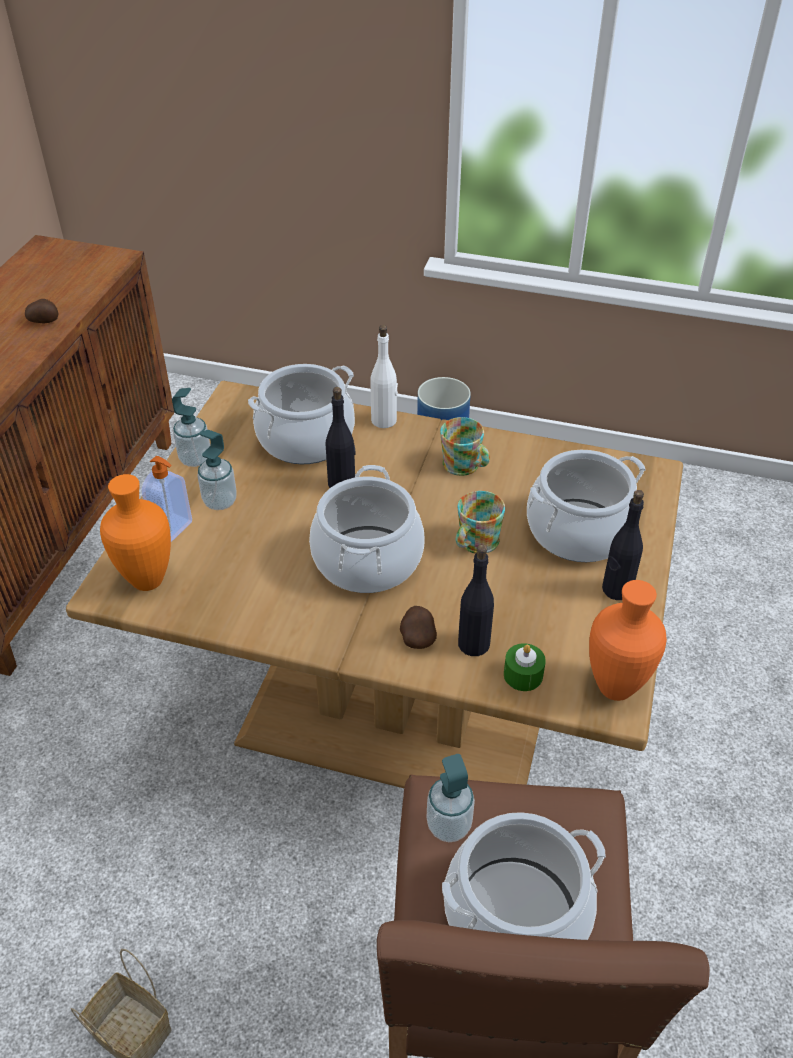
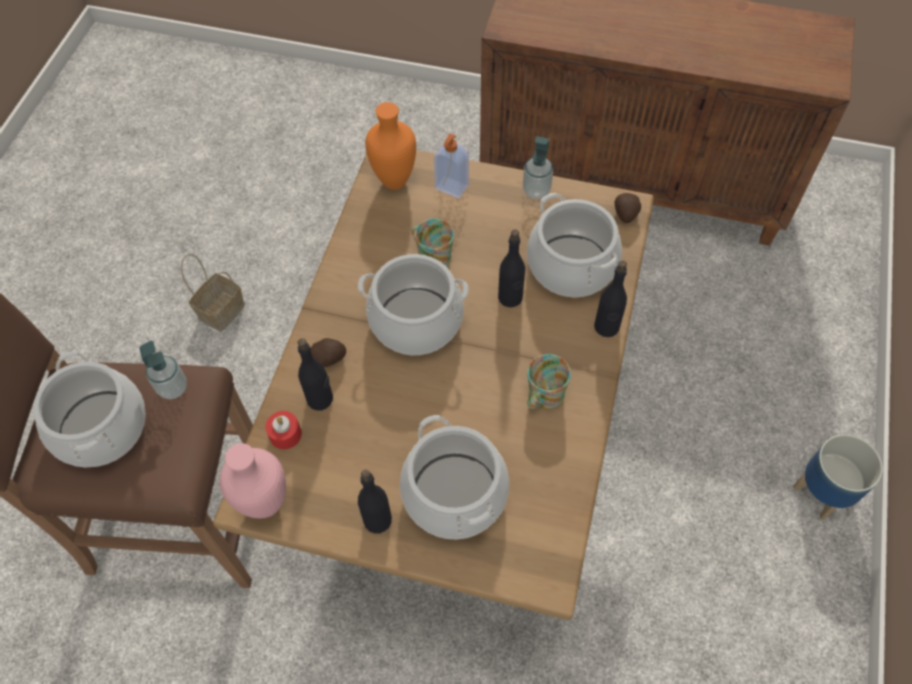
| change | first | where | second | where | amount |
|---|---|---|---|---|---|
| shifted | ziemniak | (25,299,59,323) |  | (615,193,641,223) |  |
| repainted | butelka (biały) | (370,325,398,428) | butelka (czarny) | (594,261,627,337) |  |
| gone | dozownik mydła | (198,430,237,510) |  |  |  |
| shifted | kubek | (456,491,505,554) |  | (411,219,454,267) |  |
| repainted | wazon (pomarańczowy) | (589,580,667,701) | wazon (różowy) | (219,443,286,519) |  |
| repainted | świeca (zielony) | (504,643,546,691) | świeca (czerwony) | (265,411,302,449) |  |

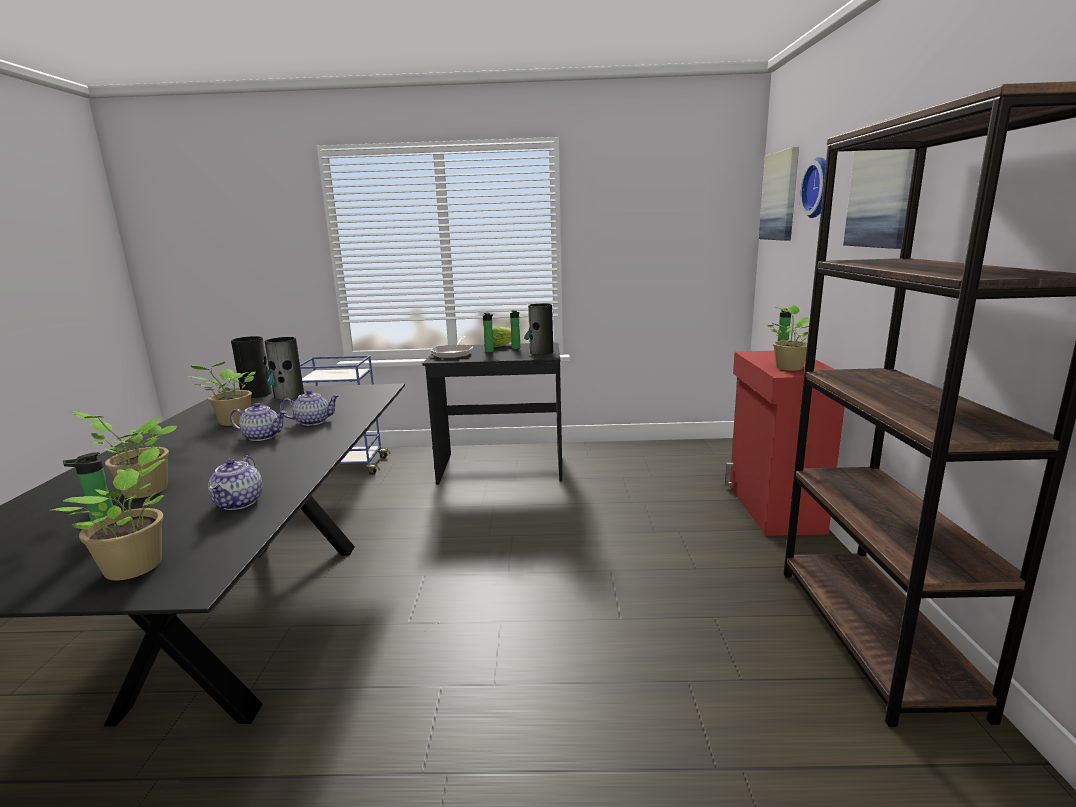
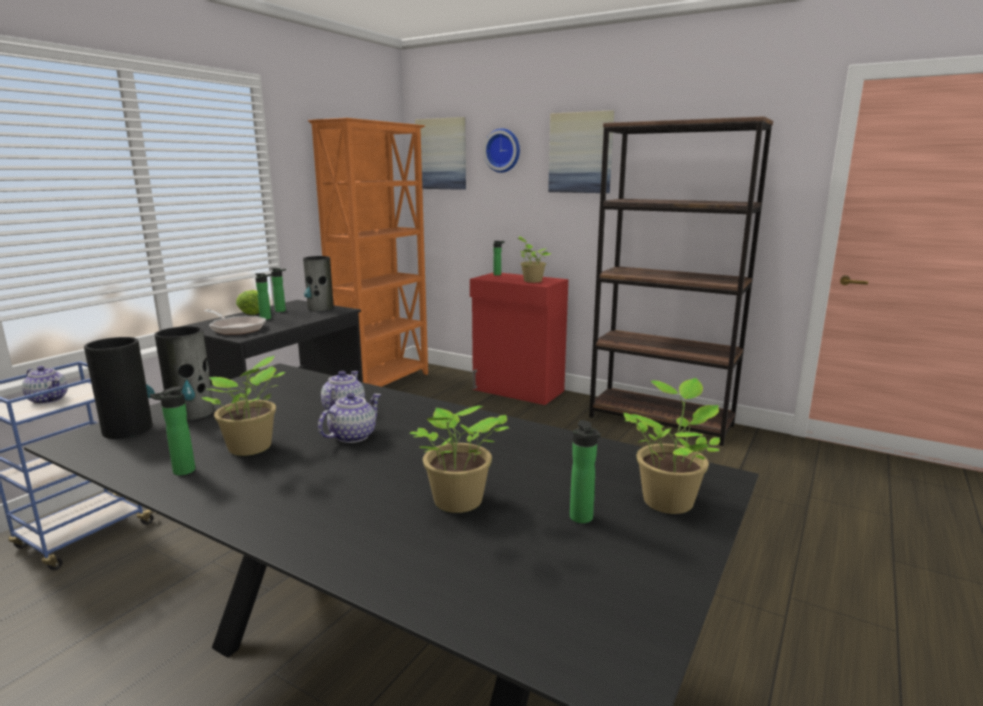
| change | first | where | second | where | amount |
|---|---|---|---|---|---|
| shifted | imbryk | (208,456,263,510) |  | (22,366,68,404) |  |
| new |  |  | regał (pomarańczowy) | (308,118,428,387) |  |
| new |  |  | butelka | (149,386,195,475) |  |

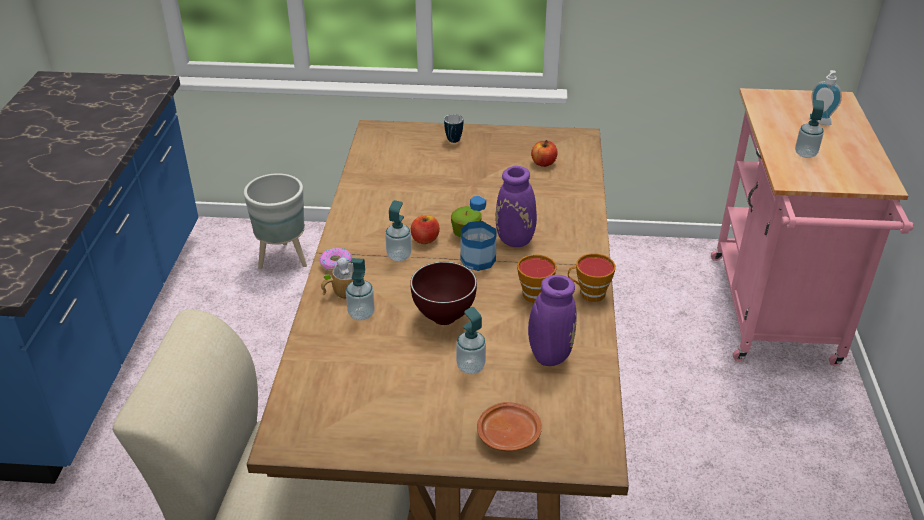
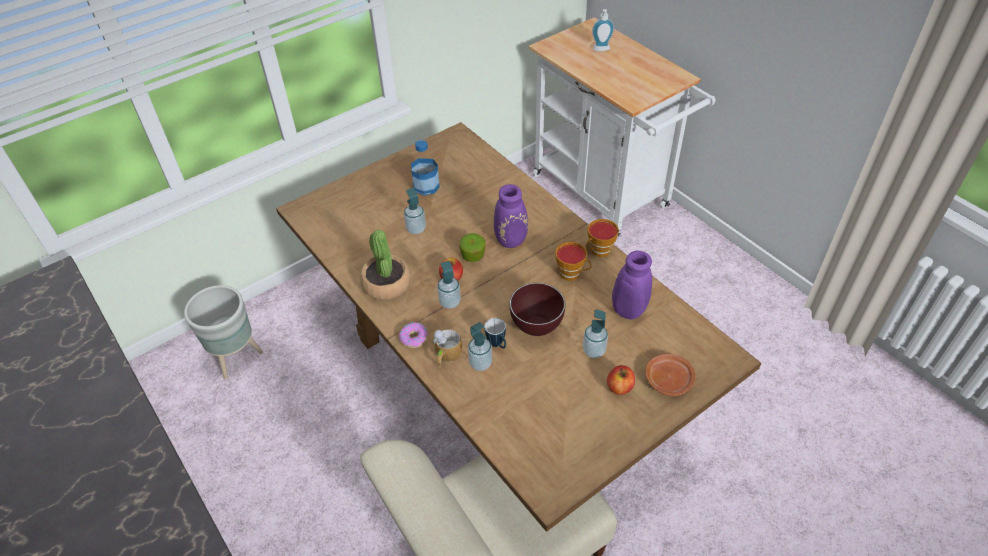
| change | first | where | second | where | amount |
|---|---|---|---|---|---|
| repainted | wózek (różowy) | (711,88,914,366) | wózek (biały) | (529,17,715,236) |  |
| shifted | dozownik mydła | (795,100,824,158) |  | (404,188,426,234) |  |
| shifted | kubek | (444,114,463,143) |  | (484,318,506,349) |  |
| shifted | jabłko | (531,140,558,167) |  | (607,365,635,395) |  |
| shifted | butelka | (460,196,496,271) |  | (411,140,440,196) |  |
| new |  |  | roślina doniczkowa | (360,230,411,300) |  |

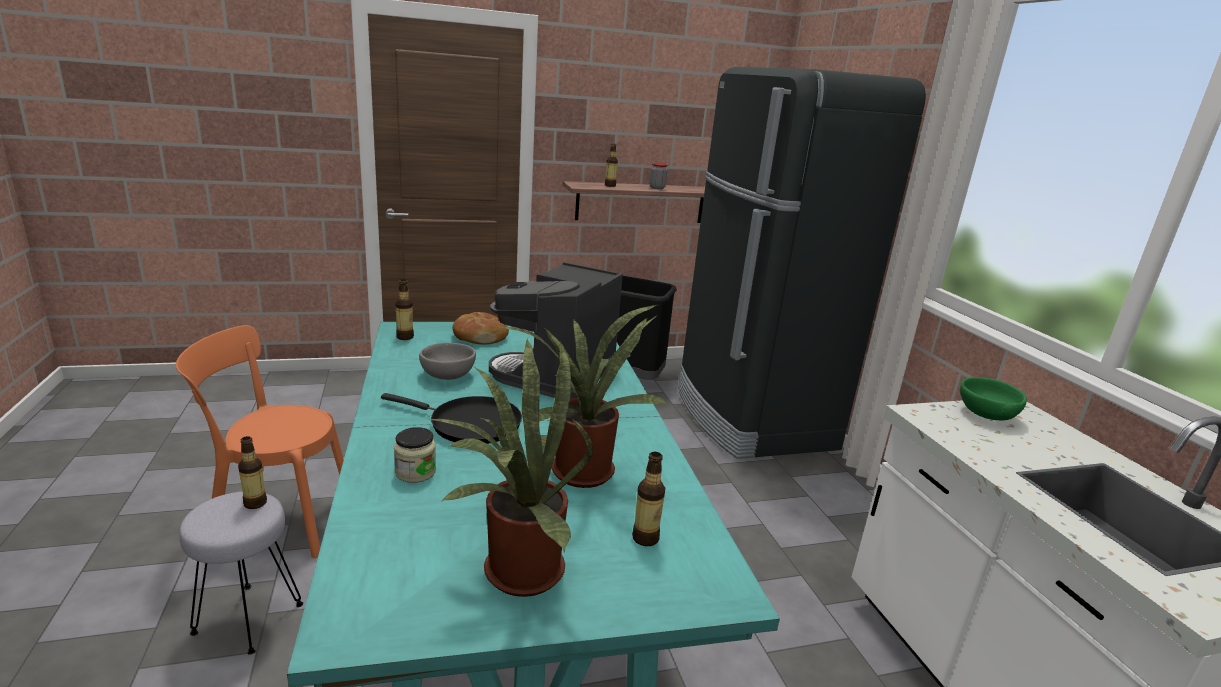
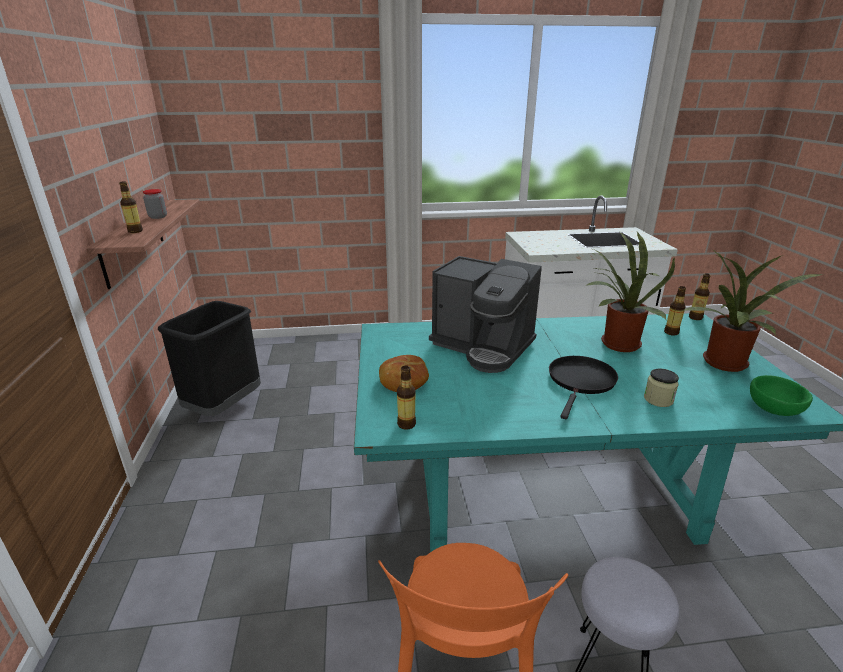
| change | first | where | second | where | amount |
|---|---|---|---|---|---|
| gone | lodówka (czarny) | (678,67,926,459) |  |  |  |
| gone | miska (szary) | (419,343,476,380) |  |  |  |
| shifted | miska (zielony) | (960,377,1027,420) |  | (750,375,813,416) |  |
| shifted | butelka | (238,436,267,509) |  | (689,273,711,320) |  |

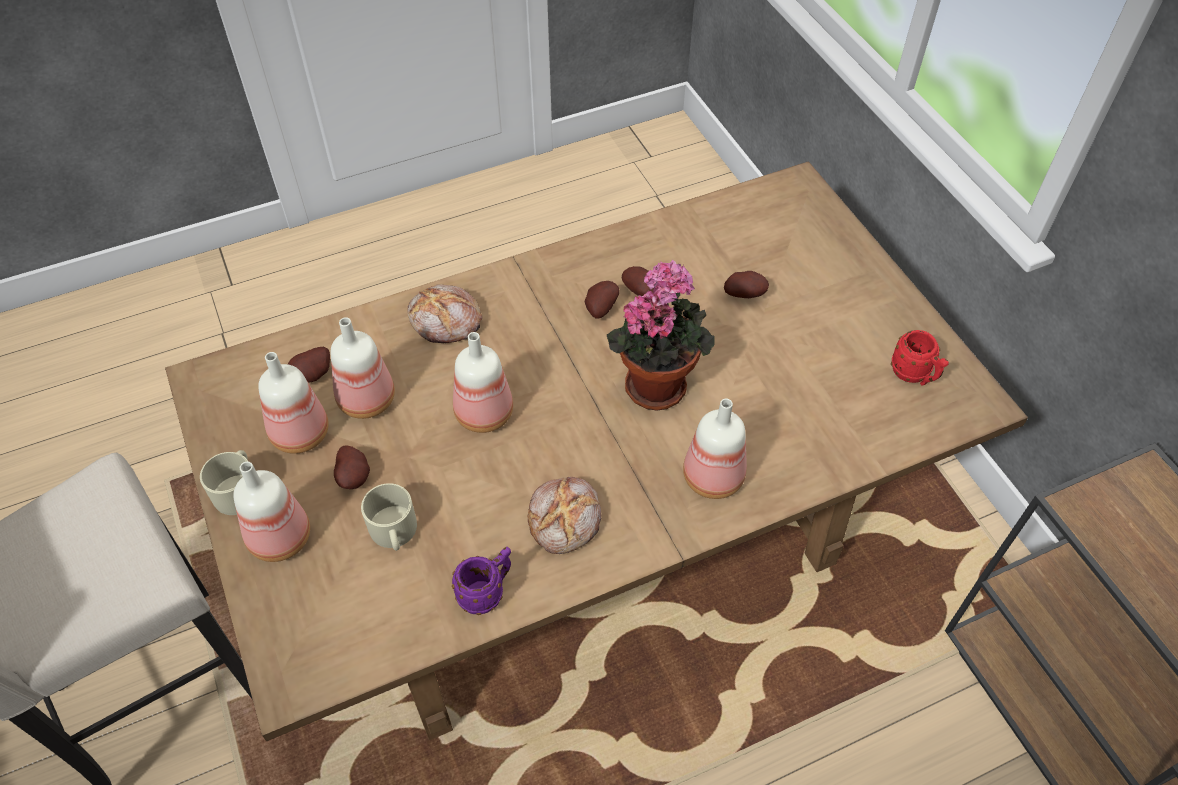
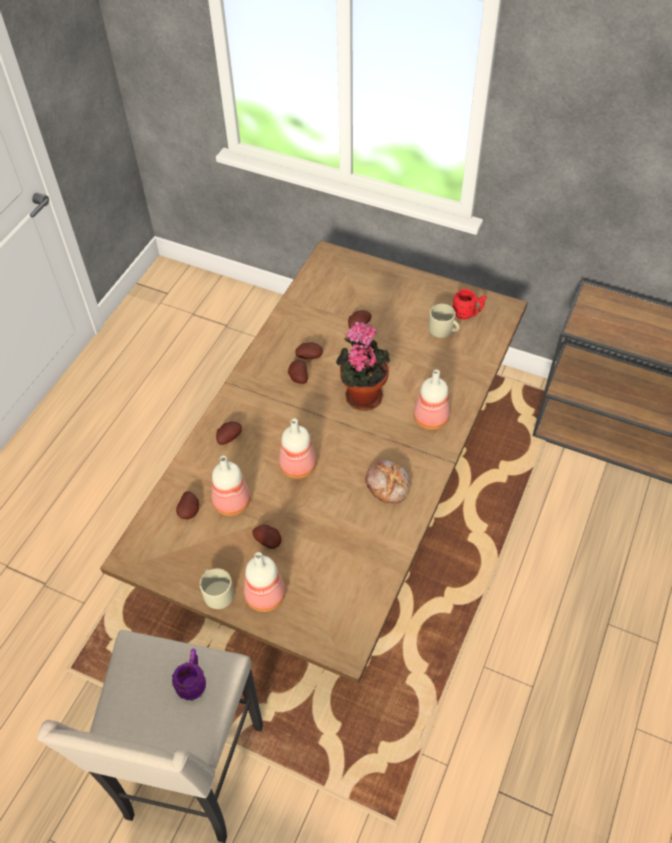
| change | first | where | second | where | amount |
|---|---|---|---|---|---|
| swapped | chleb | (407,284,482,343) | ziemniak | (216,421,242,445) |  |
| gone | butelka | (258,352,329,454) |  |  |  |
| shifted | kubek (beżowy) | (361,483,417,551) |  | (429,304,460,338) |  |
| shifted | kubek (fioletowy) | (452,547,511,615) |  | (172,649,206,700) |  |

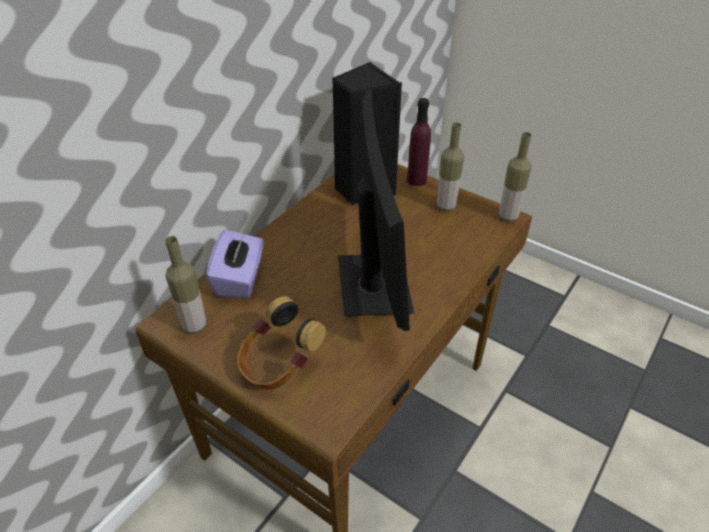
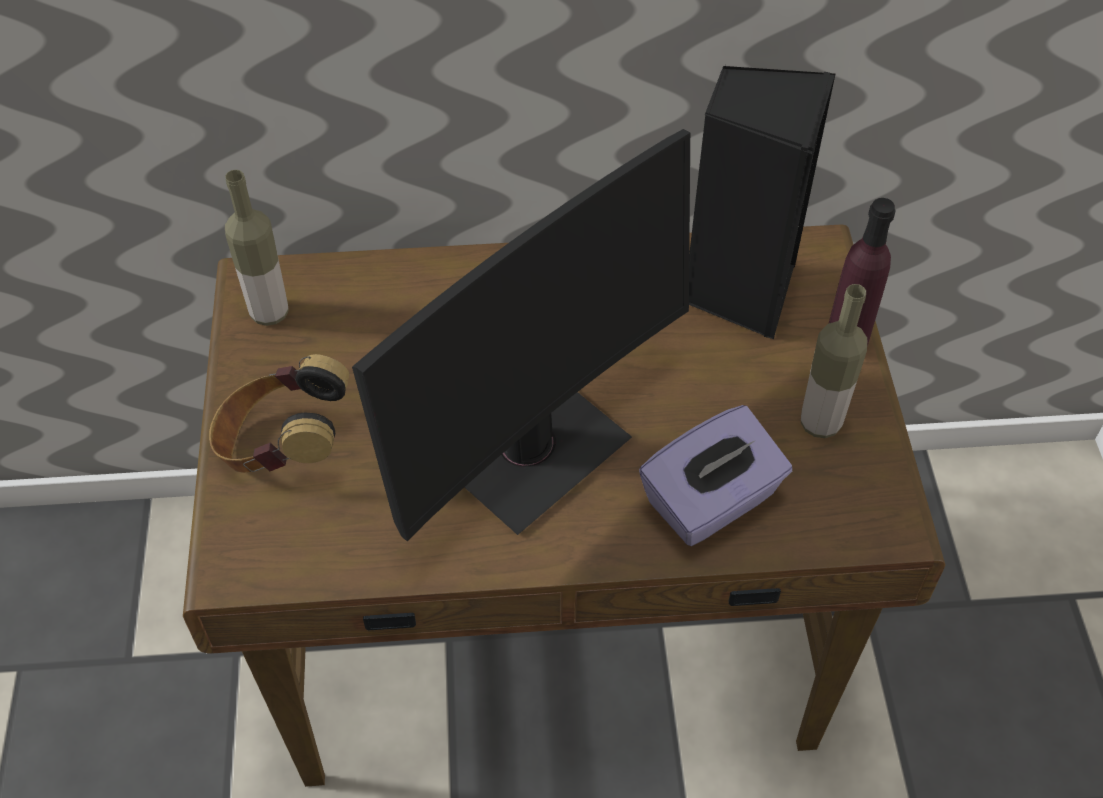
| change | first | where | second | where | amount |
|---|---|---|---|---|---|
| gone | butelka | (499,132,532,222) |  |  |  |
| shifted | pudełko chusteczek (fioletowy) | (206,230,264,298) |  | (639,405,792,546) |  |

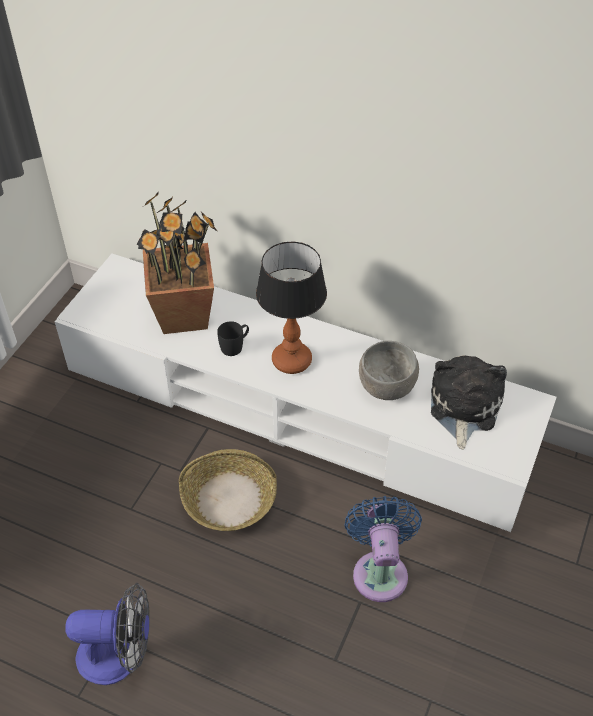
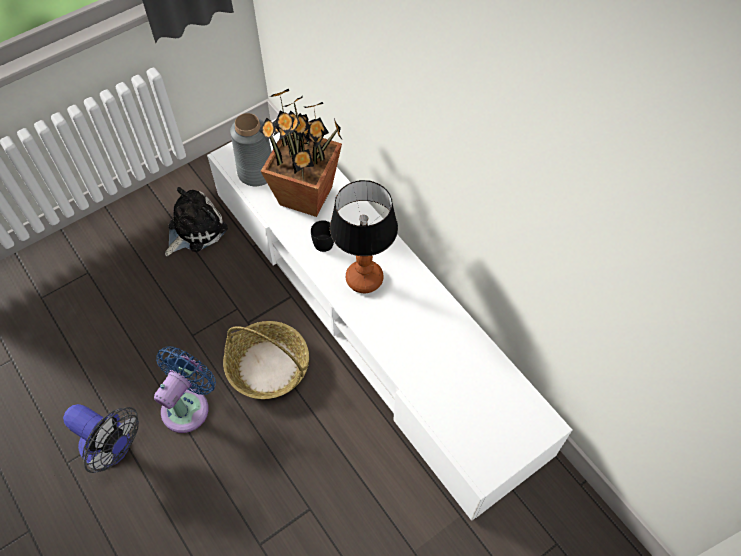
| change | first | where | second | where | amount |
|---|---|---|---|---|---|
| gone | miska (szary) | (359,341,419,400) |  |  |  |
| shifted | pluszak | (431,355,507,450) |  | (165,187,228,256) |  |
| shifted | wentylator (niebieski) | (344,496,422,602) |  | (154,346,216,433) |  |
| new |  |  | wazon (szary) | (230,113,272,186) |  |

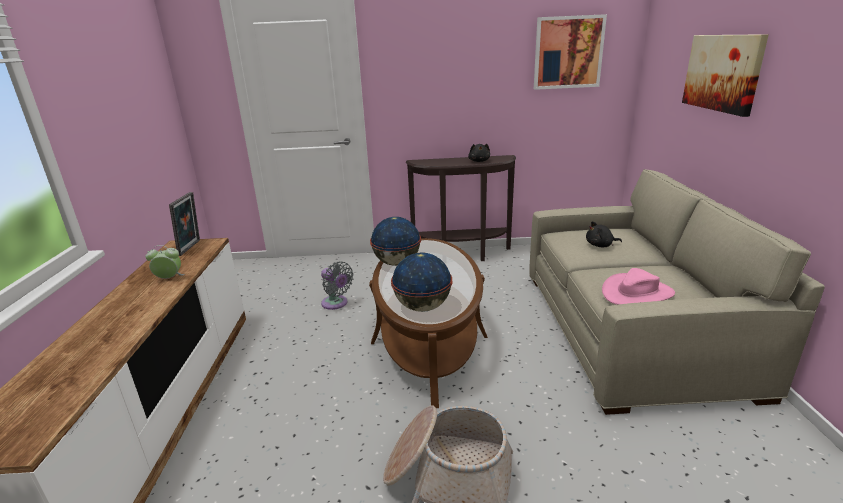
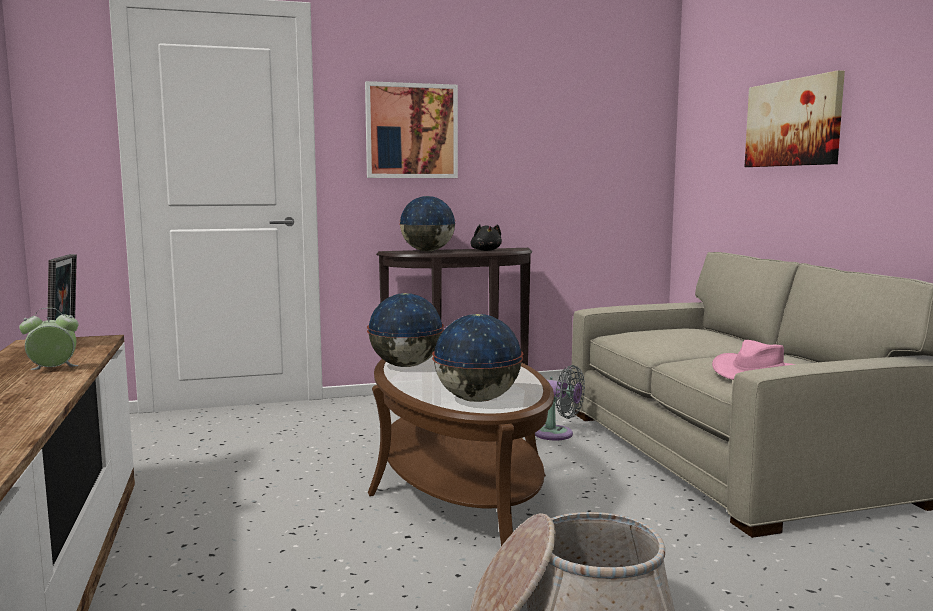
| change | first | where | second | where | amount |
|---|---|---|---|---|---|
| shifted | obraz | (534,14,607,90) |  | (365,81,458,178) |  |
| gone | pluszak (czarny) | (586,221,622,247) |  |  |  |
| shifted | wentylator (szary) | (321,262,354,310) |  | (535,365,585,441) |  |
| new |  |  | globus | (400,196,455,251) |  |

